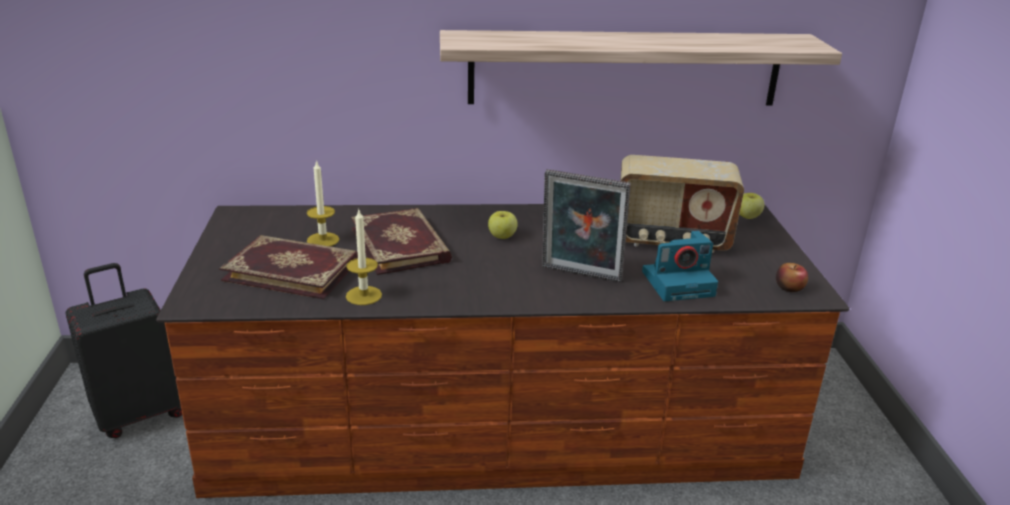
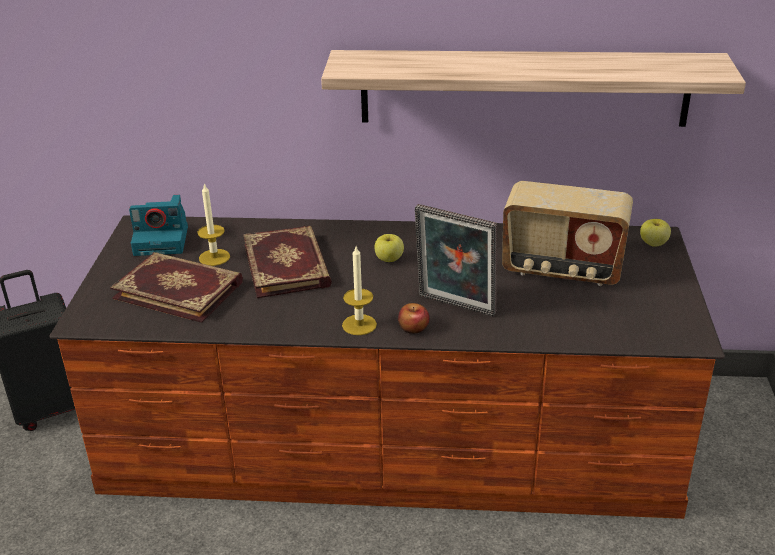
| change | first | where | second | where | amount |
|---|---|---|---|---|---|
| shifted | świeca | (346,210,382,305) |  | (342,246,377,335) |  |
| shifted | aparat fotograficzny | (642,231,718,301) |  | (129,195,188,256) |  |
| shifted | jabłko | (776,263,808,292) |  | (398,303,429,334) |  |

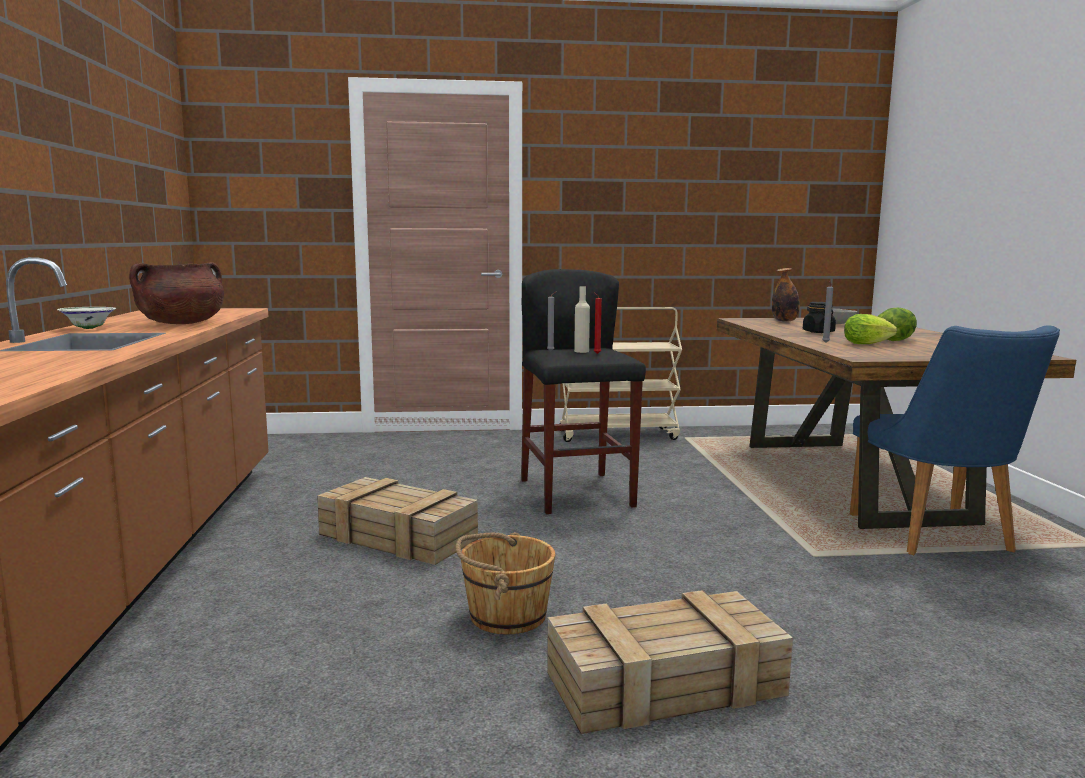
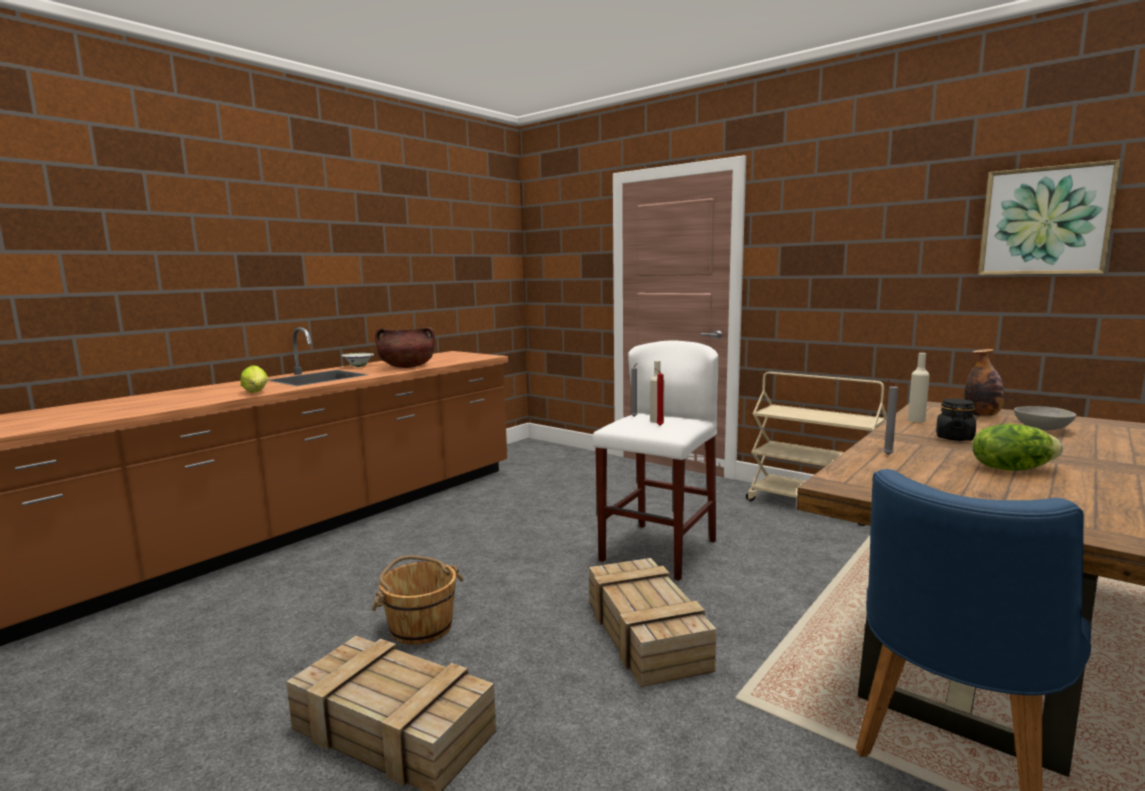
| change | first | where | second | where | amount |
|---|---|---|---|---|---|
| repainted | stołek (czarny) | (521,269,646,514) | stołek (biały) | (592,340,718,581) |  |
| shifted | sałata | (844,314,897,344) |  | (240,365,268,393) |  |
| shifted | skrzynka | (317,477,478,565) |  | (589,558,716,687) |  |
| new |  |  | obraz | (978,160,1121,275) |  |
| new |  |  | butelka (beżowy) | (908,353,930,422) |  |

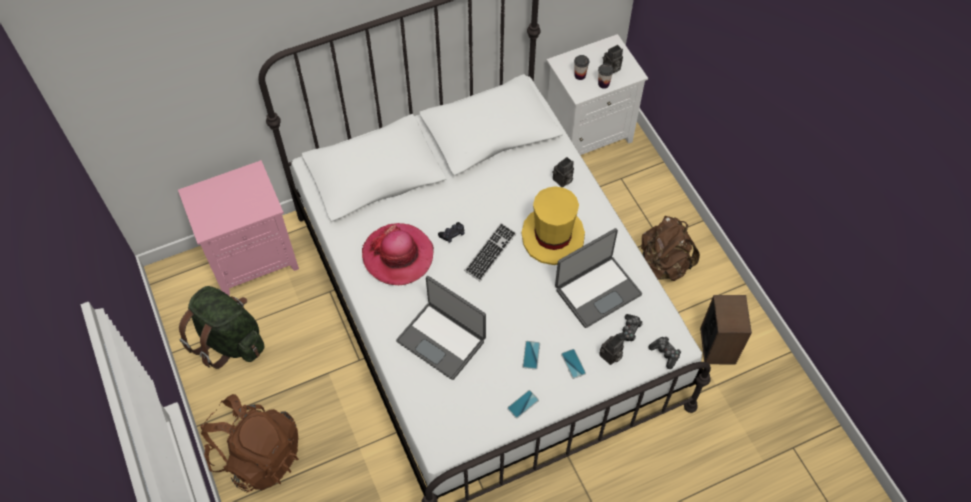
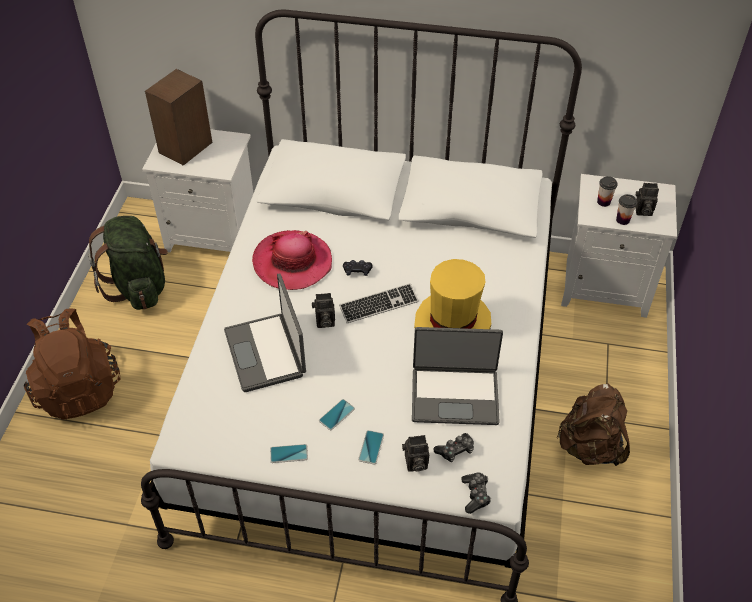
| change | first | where | second | where | amount |
|---|---|---|---|---|---|
| shifted | aparat fotograficzny | (552,157,574,187) |  | (312,293,335,328) |  |
| repainted | szafka nocna (różowy) | (178,160,299,296) | szafka nocna (biały) | (142,129,253,253) |  |
| shifted | głośnik | (700,295,752,364) |  | (145,69,213,166) |  |

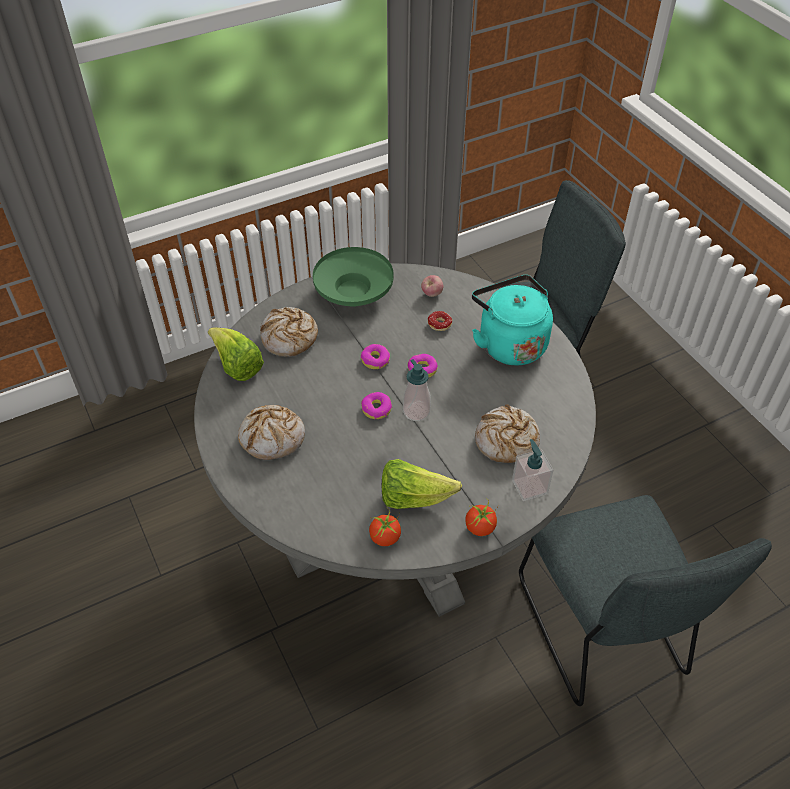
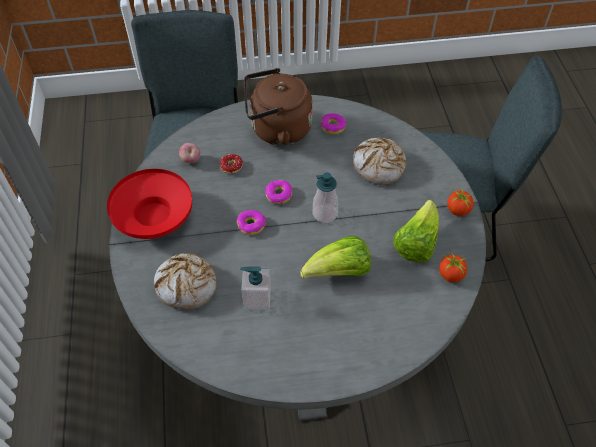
| change | first | where | second | where | amount |
|---|---|---|---|---|---|
| repainted | miska (zielony) | (313,247,394,307) | miska (czerwony) | (107,169,192,239) |  |
| repainted | czajnik (turkusowy) | (472,275,553,365) | czajnik (brązowy) | (244,68,313,145) |  |
| shifted | sałata | (208,328,264,381) |  | (300,236,371,279) |  |
| shifted | donut | (361,392,392,419) |  | (321,113,346,134) |  |
| gone | chleb | (238,405,305,460) |  |  |  |
| shifted | dozownik mydła | (512,439,553,501) |  | (240,266,271,310) |  |

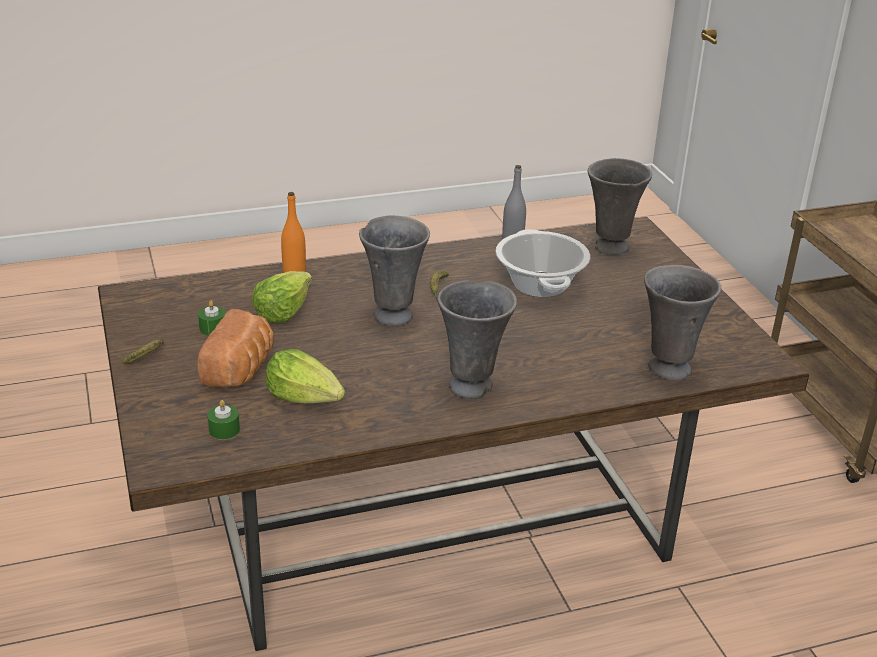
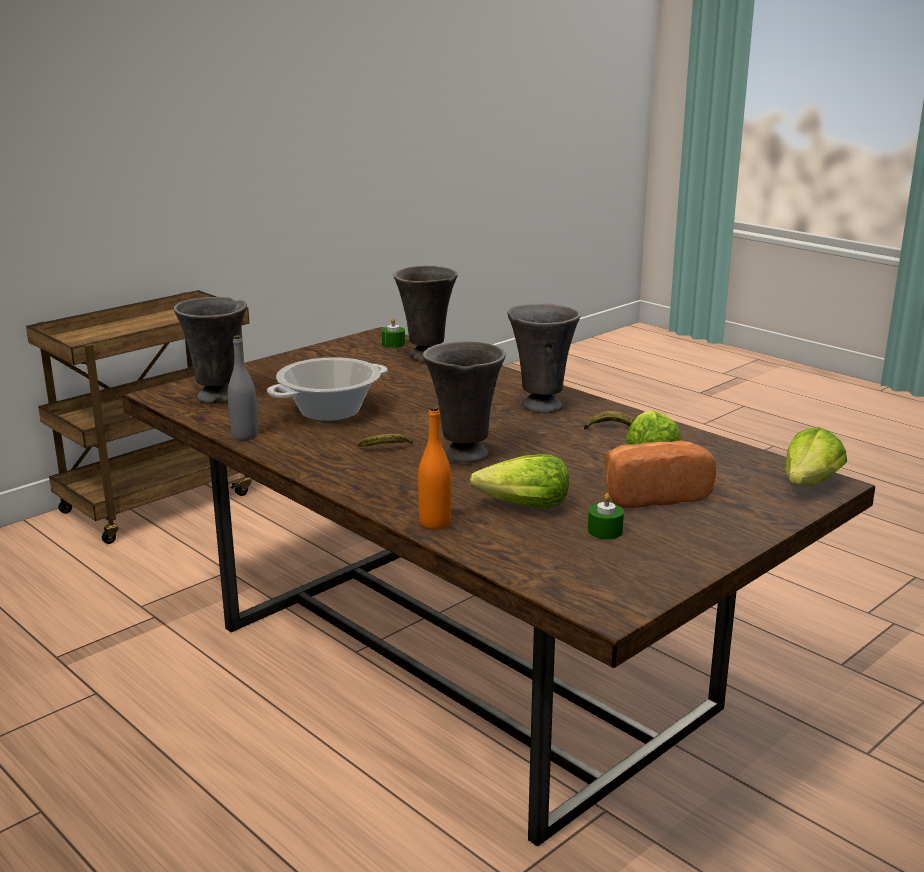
| change | first | where | second | where | amount |
|---|---|---|---|---|---|
| shifted | banan | (122,339,164,364) |  | (584,411,635,430) |  |
| shifted | świeca (zielony) | (207,400,240,440) |  | (382,318,405,348) |  |
| new |  |  | sałata | (784,427,847,486) |  |

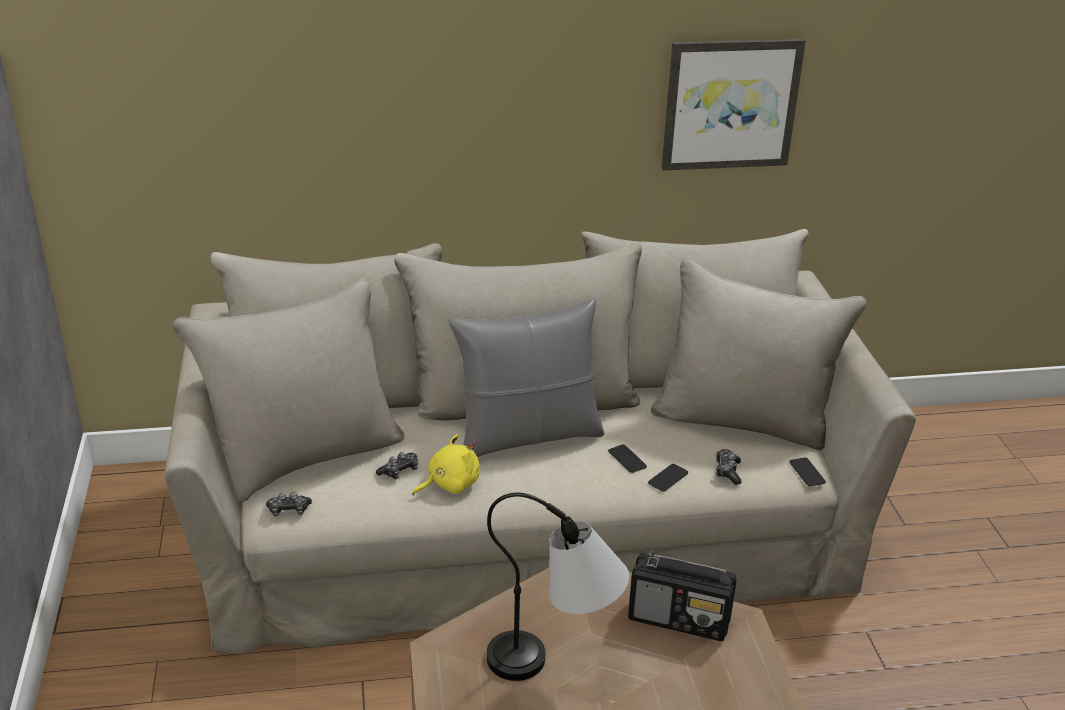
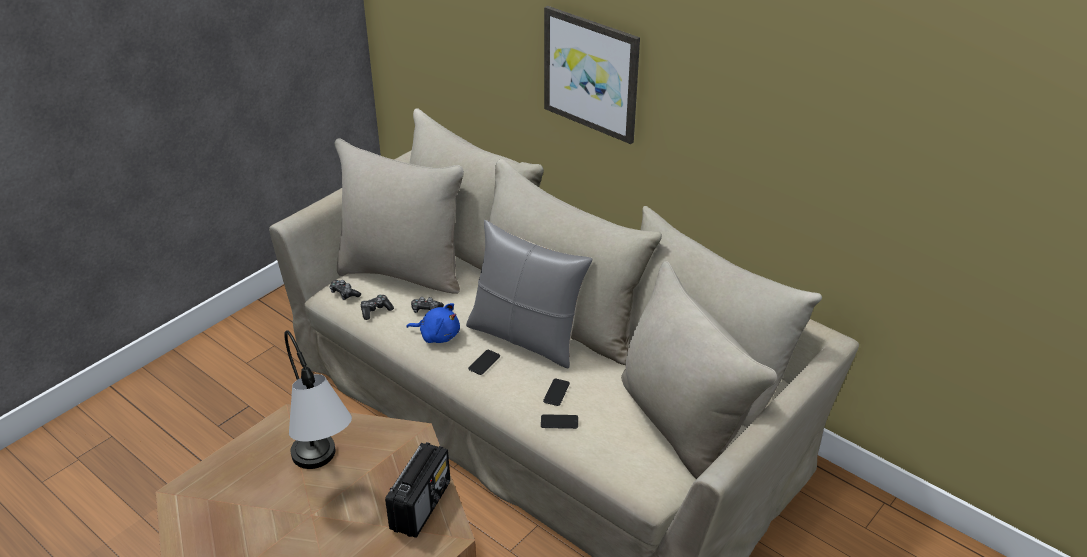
| change | first | where | second | where | amount |
|---|---|---|---|---|---|
| shifted | obraz | (661,39,806,170) |  | (544,6,640,144) |  |
| repainted | pluszak (żółty) | (412,434,480,495) | pluszak (niebieski) | (406,303,460,343) |  |
| shifted | pad do gier | (716,449,742,485) |  | (361,295,394,320) |  |
| shifted | telefon | (789,457,826,486) |  | (468,350,500,375) |  |
| rotated | radio | (628,552,736,641) |  | (385,442,450,538) | 135 degrees counterclockwise |

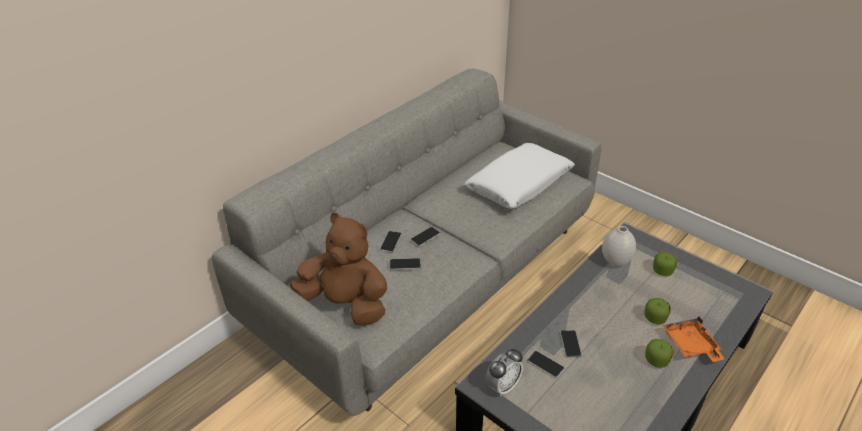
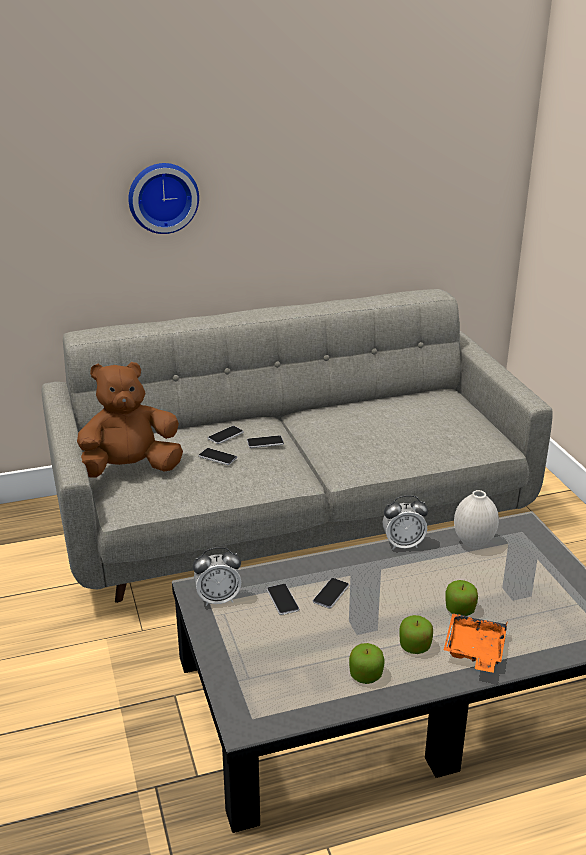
| change | first | where | second | where | amount |
|---|---|---|---|---|---|
| gone | poduszka (biały) | (465,143,575,209) |  |  |  |
| rotated | pluszak (brązowy) | (290,213,387,326) |  | (77,362,183,478) | 75 degrees counterclockwise |
| shifted | jabłko | (653,252,677,276) |  | (349,643,385,684) |  |
| new |  |  | zegar ścienny | (128,163,199,234) |  |
| new |  |  | budzik | (383,495,428,550) |  |

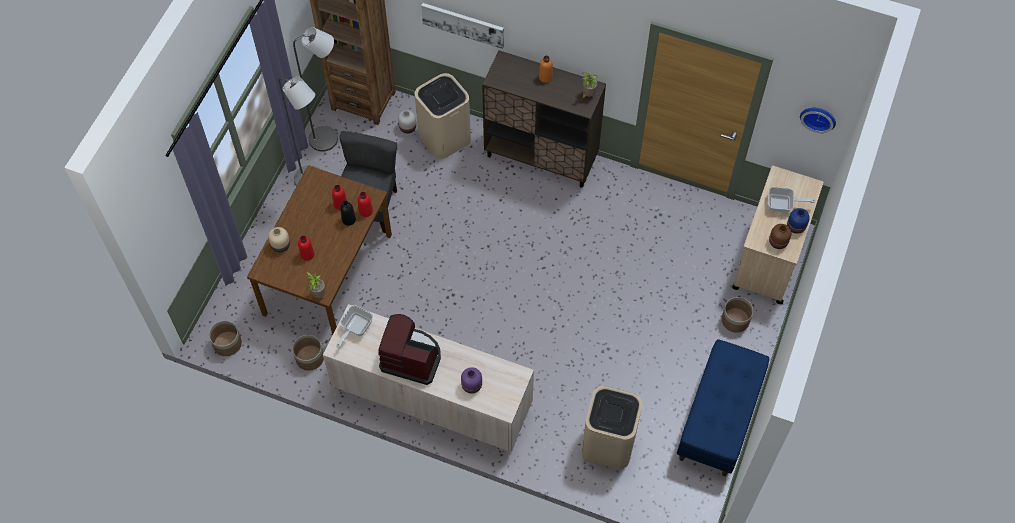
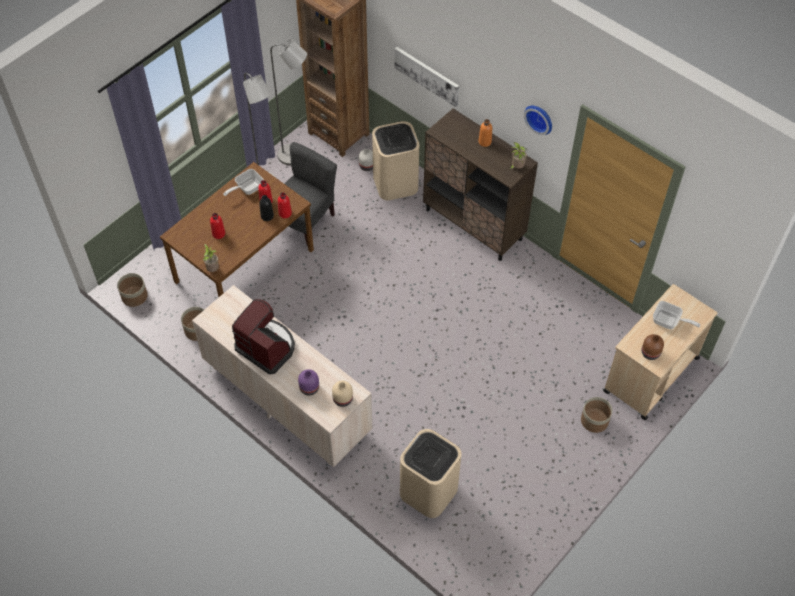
| change | first | where | second | where | amount |
|---|---|---|---|---|---|
| shifted | zegar ścienny | (800,108,836,133) |  | (524,106,552,135) |  |
| gone | wazon (niebieski) | (787,208,810,234) |  |  |  |
| shifted | wazon (beżowy) | (268,227,290,252) |  | (332,381,353,407) |  |
| shifted | patelnia | (336,305,373,348) |  | (223,169,264,196) |  |
| gone | ławka (niebieski) | (677,339,769,476) |  |  |  |

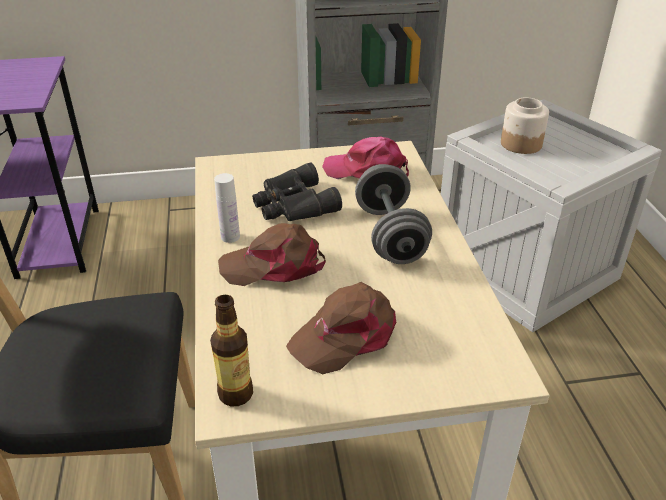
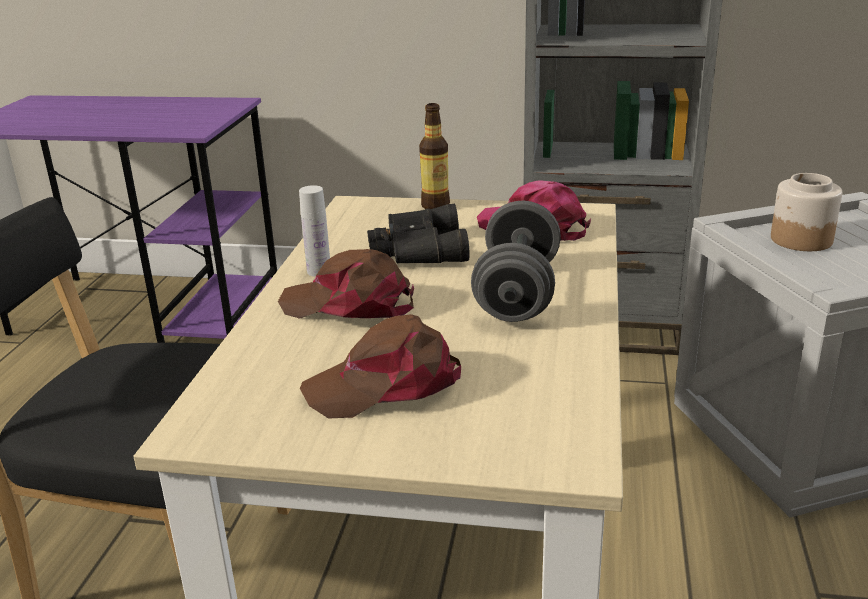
| change | first | where | second | where | amount |
|---|---|---|---|---|---|
| shifted | butelka | (210,295,253,406) |  | (419,103,450,209) |  |

